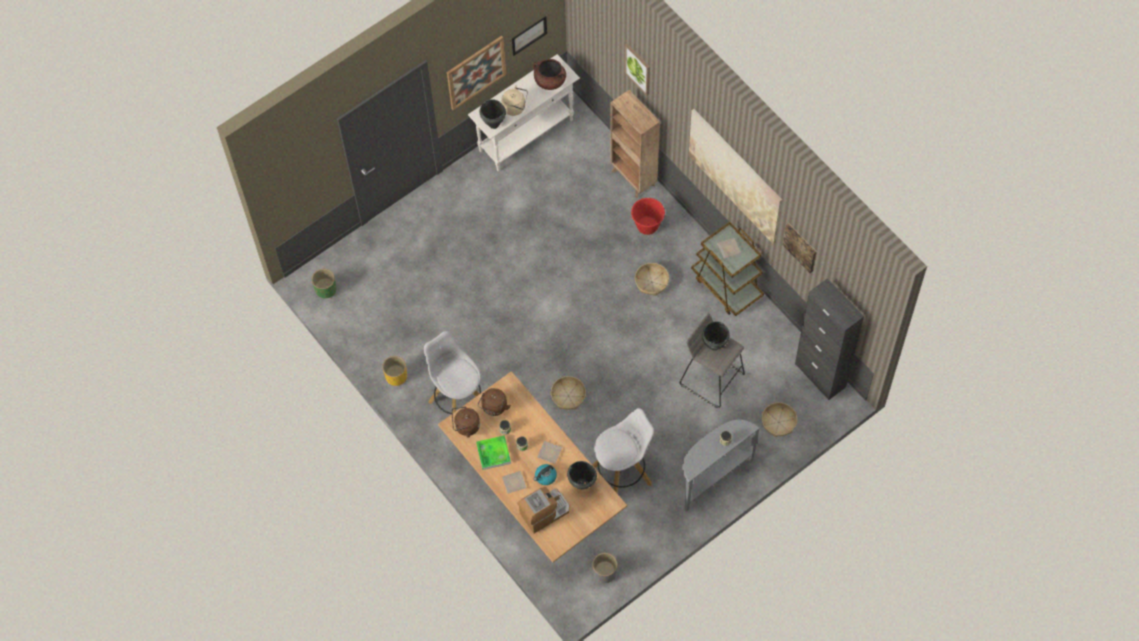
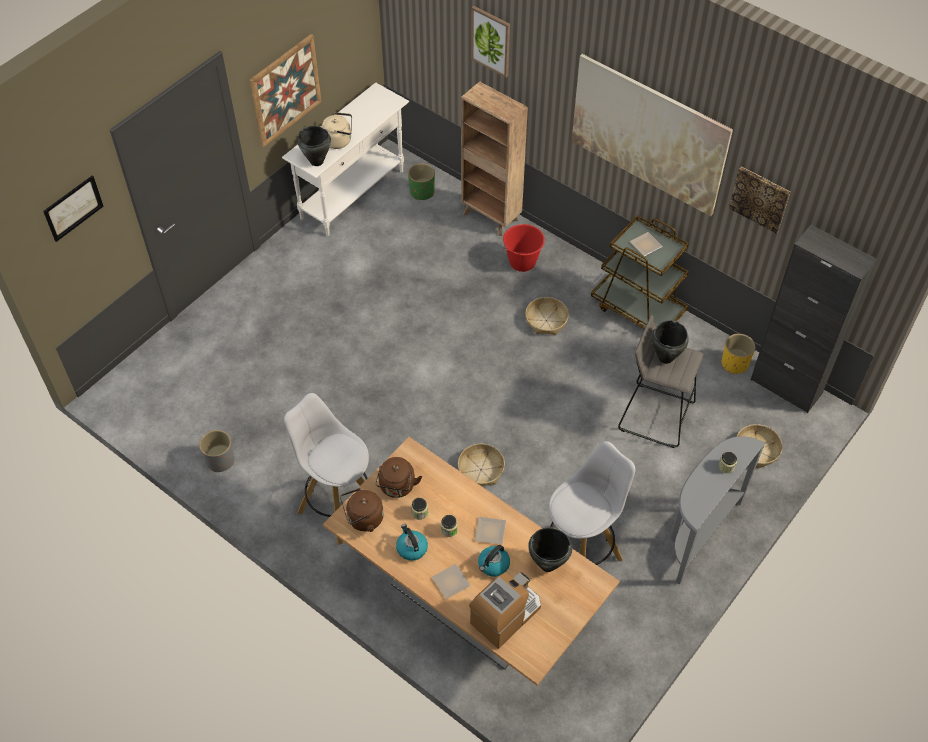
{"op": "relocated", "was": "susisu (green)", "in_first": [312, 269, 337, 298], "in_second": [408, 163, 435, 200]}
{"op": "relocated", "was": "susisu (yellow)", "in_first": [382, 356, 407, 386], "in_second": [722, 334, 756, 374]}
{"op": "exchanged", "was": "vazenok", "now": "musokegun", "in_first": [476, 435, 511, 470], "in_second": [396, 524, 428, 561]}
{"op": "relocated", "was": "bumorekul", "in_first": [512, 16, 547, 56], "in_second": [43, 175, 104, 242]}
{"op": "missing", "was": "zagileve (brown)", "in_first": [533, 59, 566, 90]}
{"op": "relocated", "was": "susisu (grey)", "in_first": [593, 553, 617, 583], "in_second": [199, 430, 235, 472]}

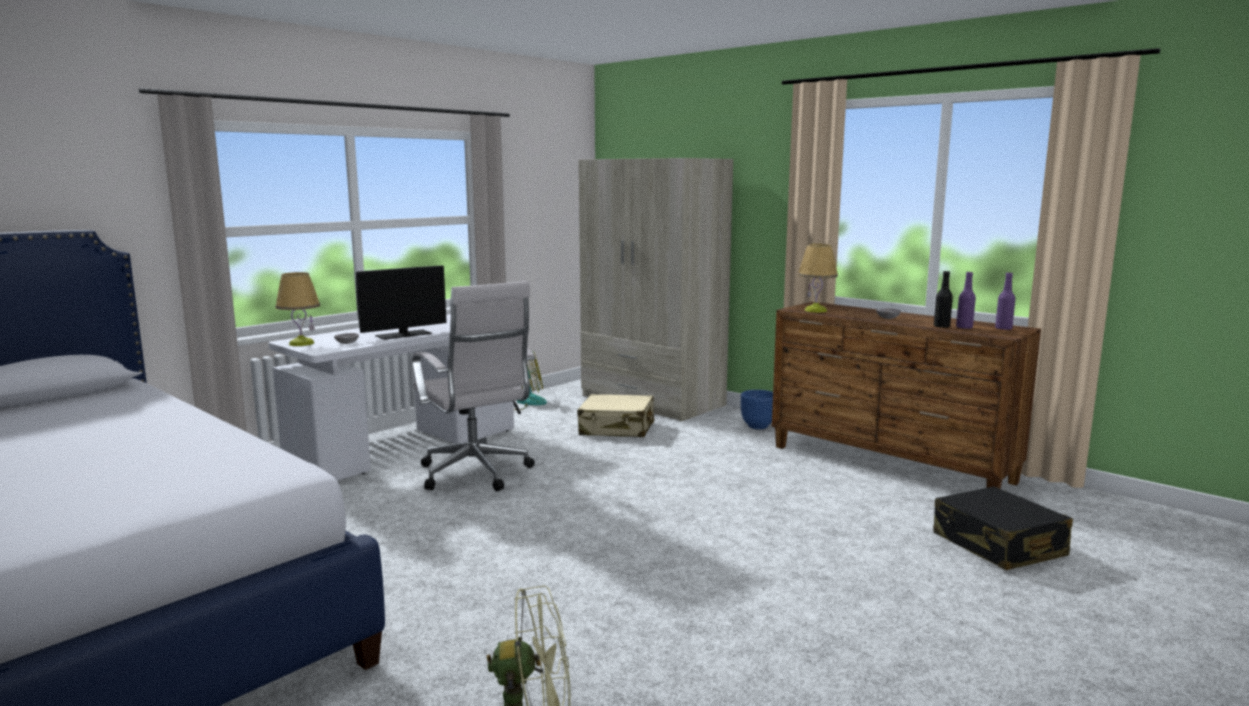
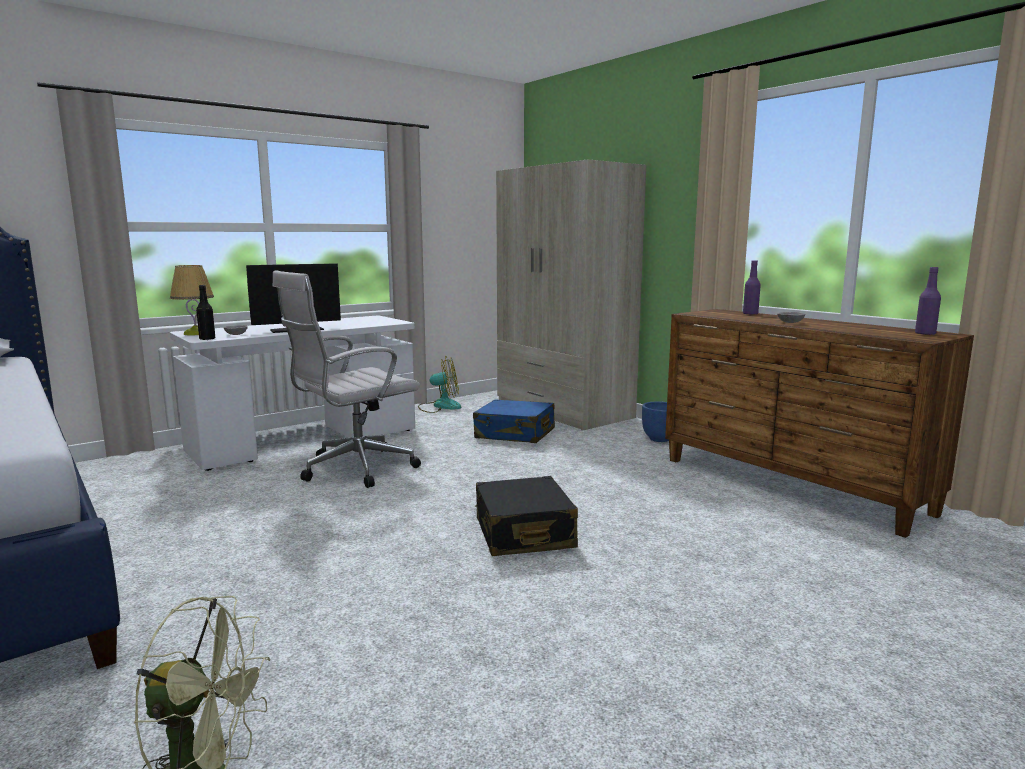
{"op": "spun", "was": "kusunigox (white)", "in_first": [412, 281, 536, 491], "in_second": [272, 270, 421, 488], "clockwise": 75}
{"op": "colour", "was": "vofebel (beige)", "now": "vofebel (blue)", "in_first": [577, 394, 654, 437], "in_second": [473, 399, 555, 443]}
{"op": "missing", "was": "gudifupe", "in_first": [798, 244, 838, 313]}
{"op": "relocated", "was": "vofebel (black)", "in_first": [933, 486, 1073, 570], "in_second": [475, 476, 578, 556]}
{"op": "relocated", "was": "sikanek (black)", "in_first": [934, 271, 953, 328], "in_second": [196, 285, 215, 340]}
{"op": "relocated", "was": "sikanek (purple)", "in_first": [956, 272, 976, 329], "in_second": [743, 260, 761, 315]}

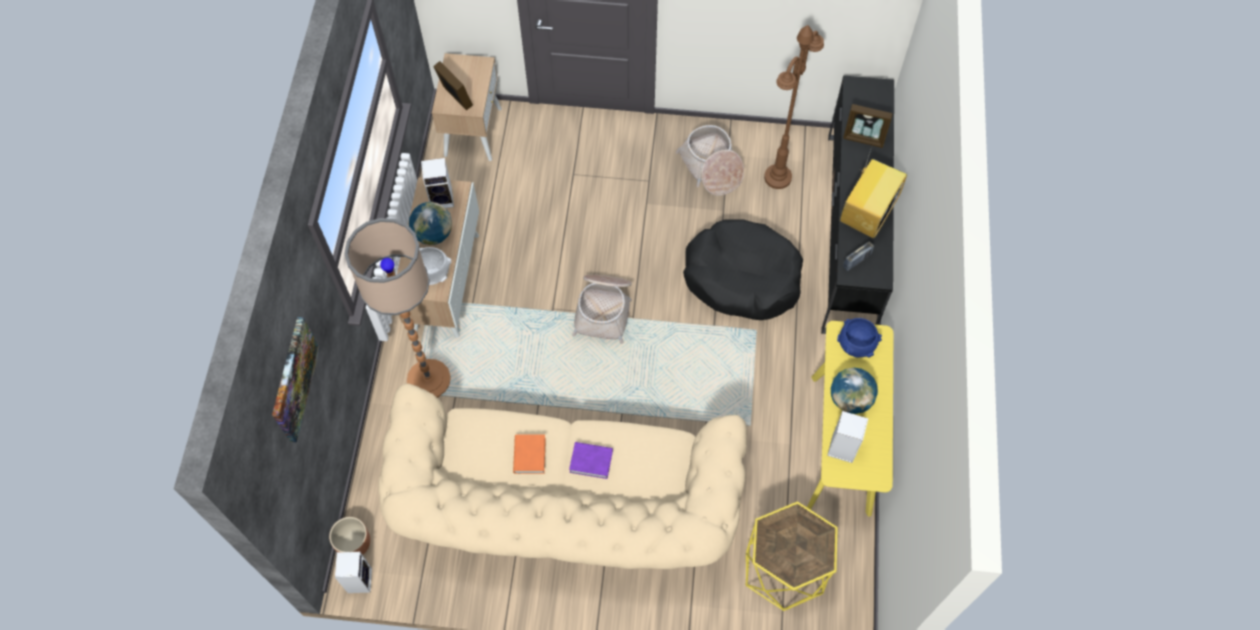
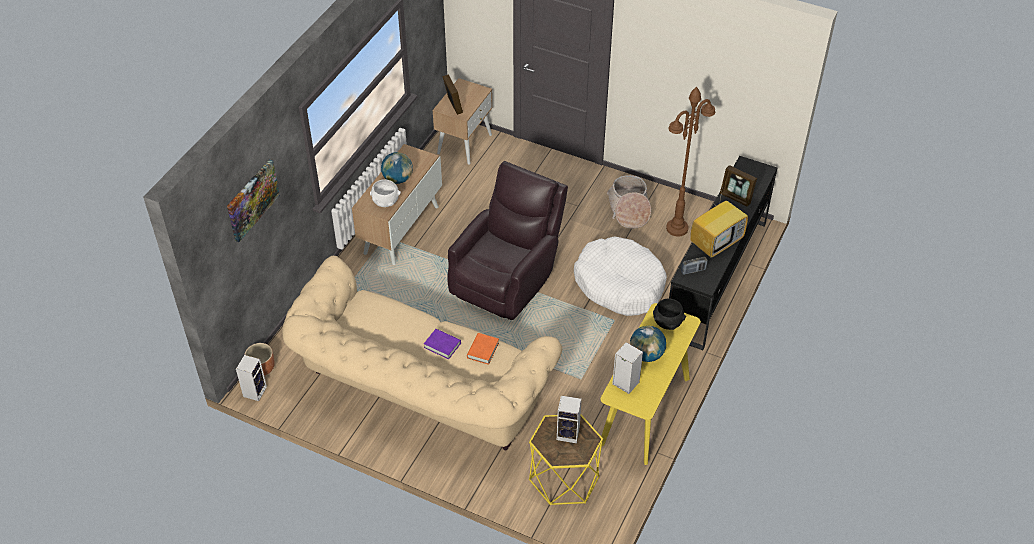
{"op": "missing", "was": "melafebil", "in_first": [345, 218, 451, 398]}
{"op": "relocated", "was": "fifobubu", "in_first": [421, 158, 454, 208], "in_second": [557, 395, 582, 443]}
{"op": "relocated", "was": "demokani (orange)", "in_first": [513, 435, 546, 474], "in_second": [467, 333, 499, 365]}
{"op": "exchanged", "was": "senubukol", "now": "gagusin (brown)", "in_first": [572, 275, 632, 344], "in_second": [447, 161, 568, 320]}
{"op": "colour", "was": "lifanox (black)", "now": "lifanox (white)", "in_first": [683, 220, 803, 320], "in_second": [574, 236, 667, 316]}
{"op": "colour", "was": "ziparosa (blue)", "now": "ziparosa (black)", "in_first": [837, 318, 882, 358], "in_second": [653, 298, 686, 330]}

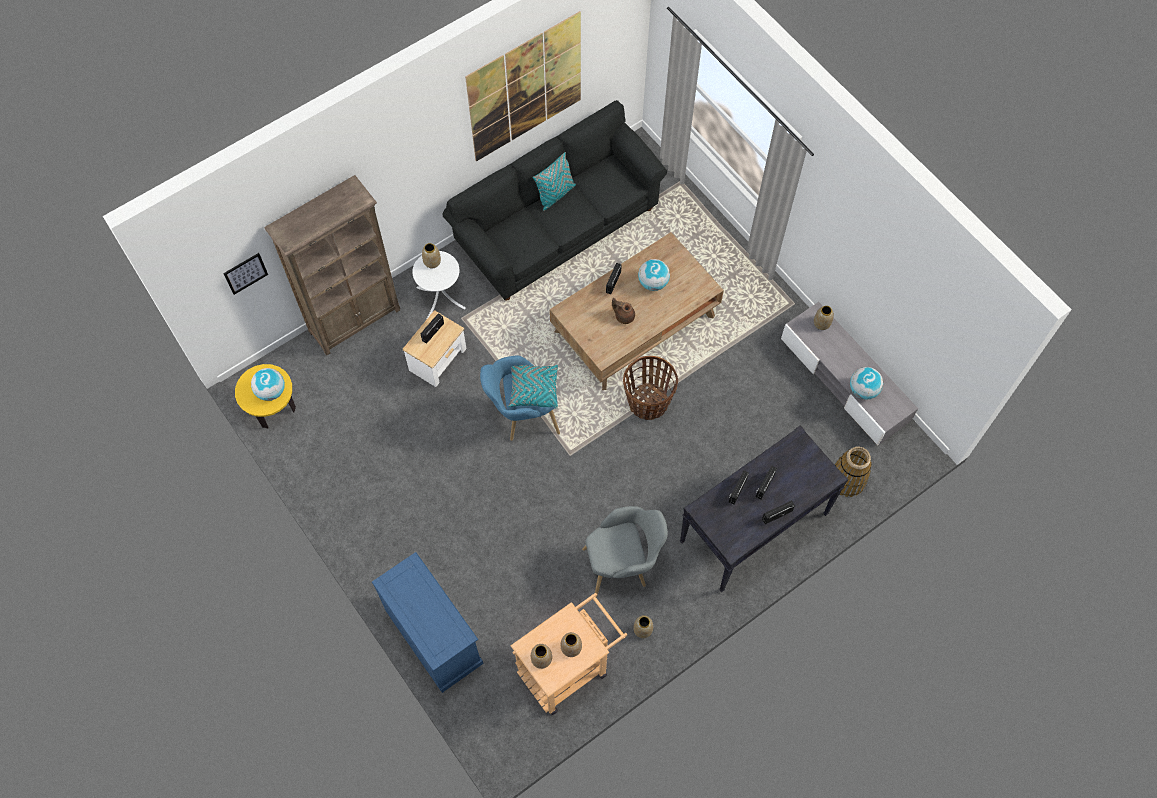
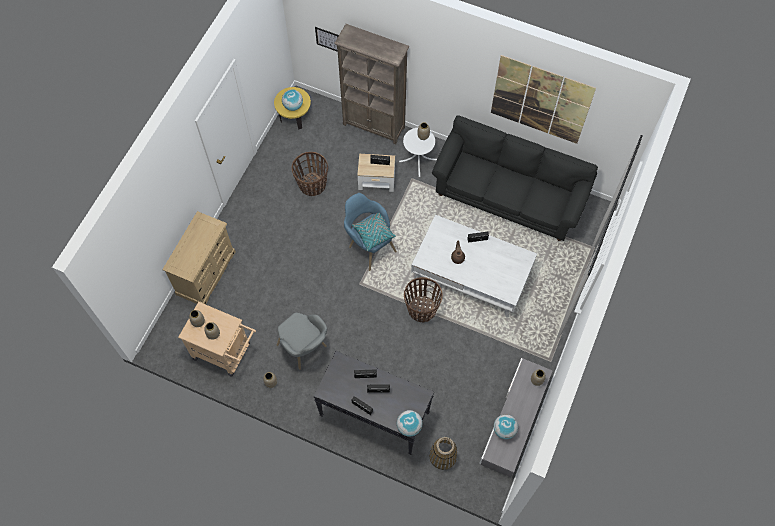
{"op": "colour", "was": "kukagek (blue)", "now": "kukagek (beige)", "in_first": [372, 552, 484, 693], "in_second": [162, 211, 236, 304]}
{"op": "missing", "was": "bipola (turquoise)", "in_first": [533, 152, 576, 211]}
{"op": "colour", "was": "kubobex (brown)", "now": "kubobex (white)", "in_first": [550, 232, 724, 390], "in_second": [411, 215, 537, 318]}
{"op": "relocated", "was": "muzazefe", "in_first": [638, 259, 670, 291], "in_second": [397, 410, 422, 437]}
{"op": "appeared", "now": "senubukol", "in_second": [291, 152, 328, 196]}

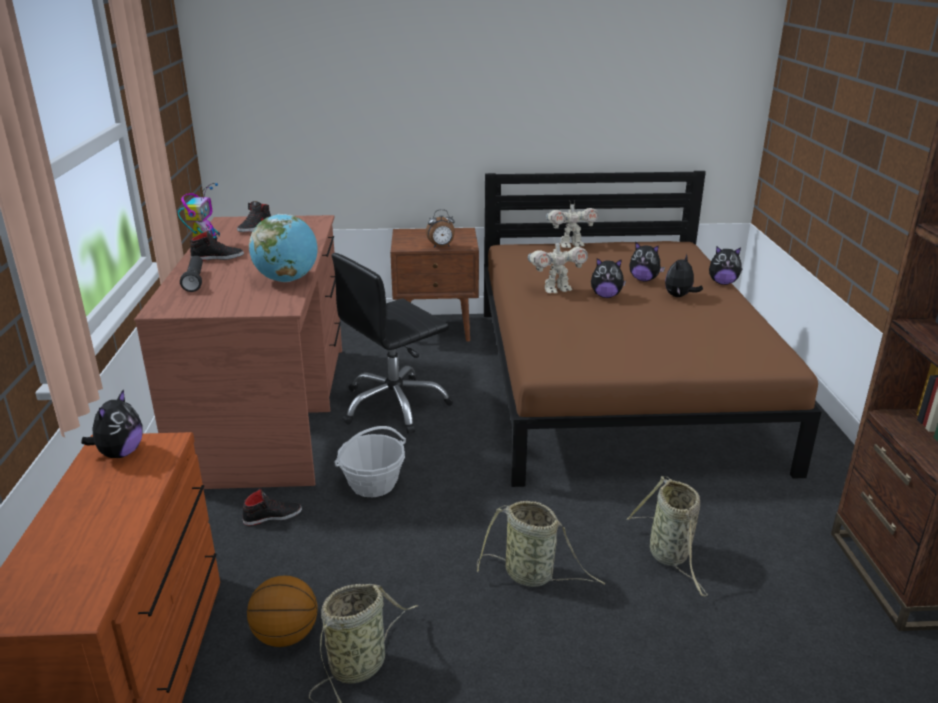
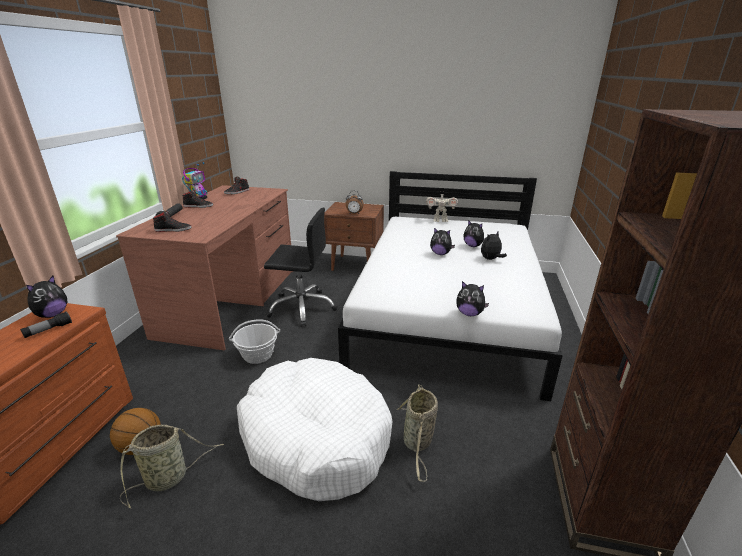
{"op": "relocated", "was": "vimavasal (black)", "in_first": [243, 488, 302, 526], "in_second": [153, 211, 192, 232]}
{"op": "missing", "was": "muzazefe", "in_first": [249, 214, 318, 282]}
{"op": "spun", "was": "kusunigox (black)", "in_first": [332, 253, 453, 434], "in_second": [264, 208, 338, 327], "clockwise": -150}
{"op": "exchanged", "was": "senubukol", "now": "lifanox (white)", "in_first": [476, 501, 605, 587], "in_second": [237, 358, 393, 501]}
{"op": "colour", "was": "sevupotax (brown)", "now": "sevupotax (white)", "in_first": [484, 171, 821, 487], "in_second": [338, 171, 563, 401]}
{"op": "missing", "was": "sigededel", "in_first": [528, 242, 588, 293]}
{"op": "relocated", "was": "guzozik", "in_first": [709, 246, 743, 285], "in_second": [456, 281, 489, 316]}
{"op": "appeared", "now": "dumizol", "in_second": [20, 311, 72, 338]}

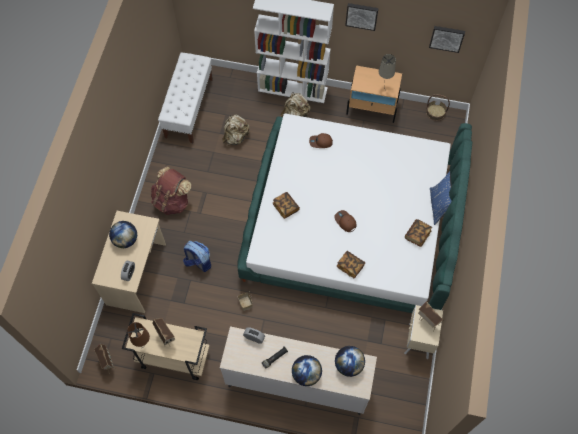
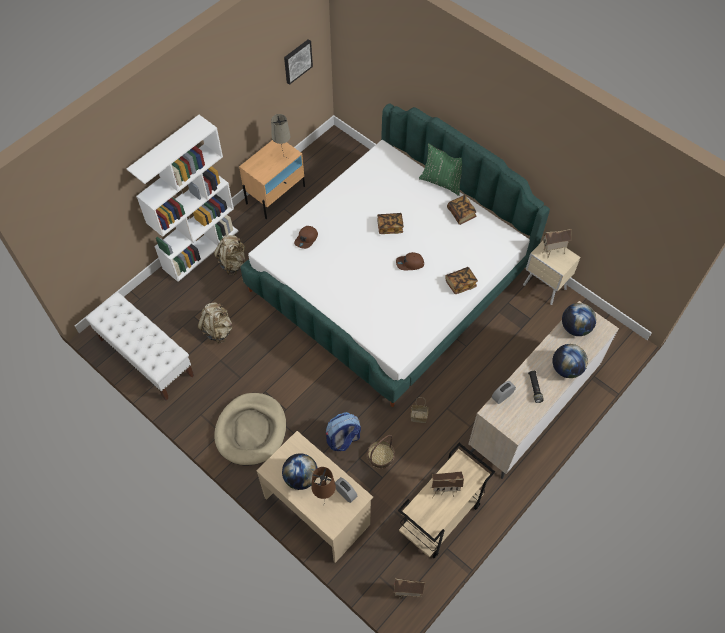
{"op": "relocated", "was": "gudifupe (brown)", "in_first": [127, 322, 150, 348], "in_second": [312, 467, 336, 507]}
{"op": "exchanged", "was": "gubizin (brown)", "now": "lifanox (beige)", "in_first": [151, 166, 191, 215], "in_second": [214, 393, 286, 465]}
{"op": "relocated", "was": "demokani", "in_first": [273, 192, 300, 219], "in_second": [377, 213, 404, 234]}
{"op": "missing", "was": "bumorekul", "in_first": [345, 3, 379, 31]}
{"op": "relocated", "was": "senubukol", "in_first": [426, 94, 450, 121], "in_second": [367, 435, 395, 469]}
{"op": "colour", "was": "bipola (blue)", "now": "bipola (green)", "in_first": [430, 171, 452, 225], "in_second": [419, 143, 462, 196]}

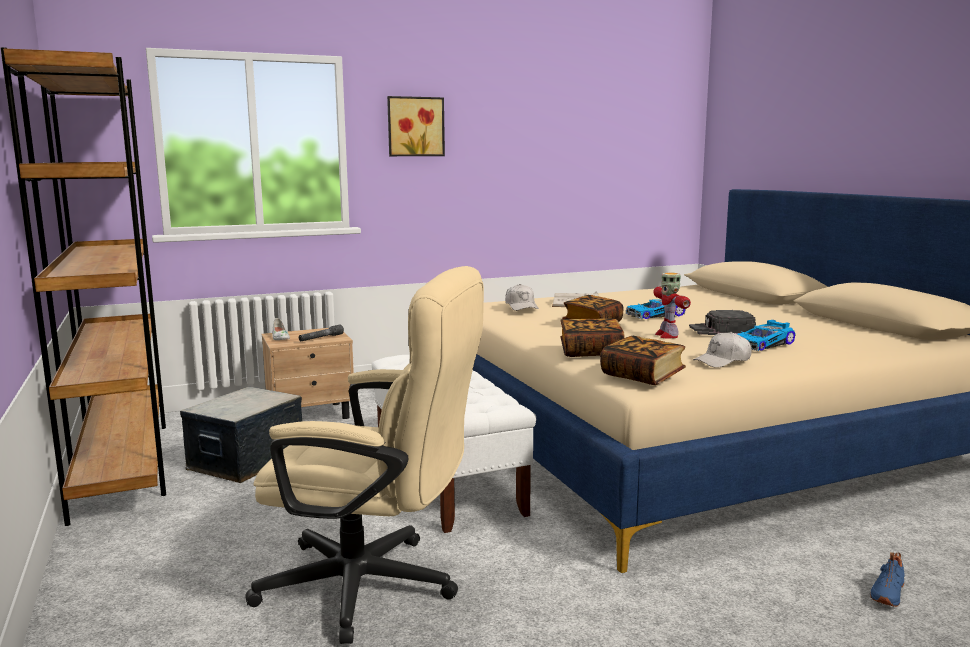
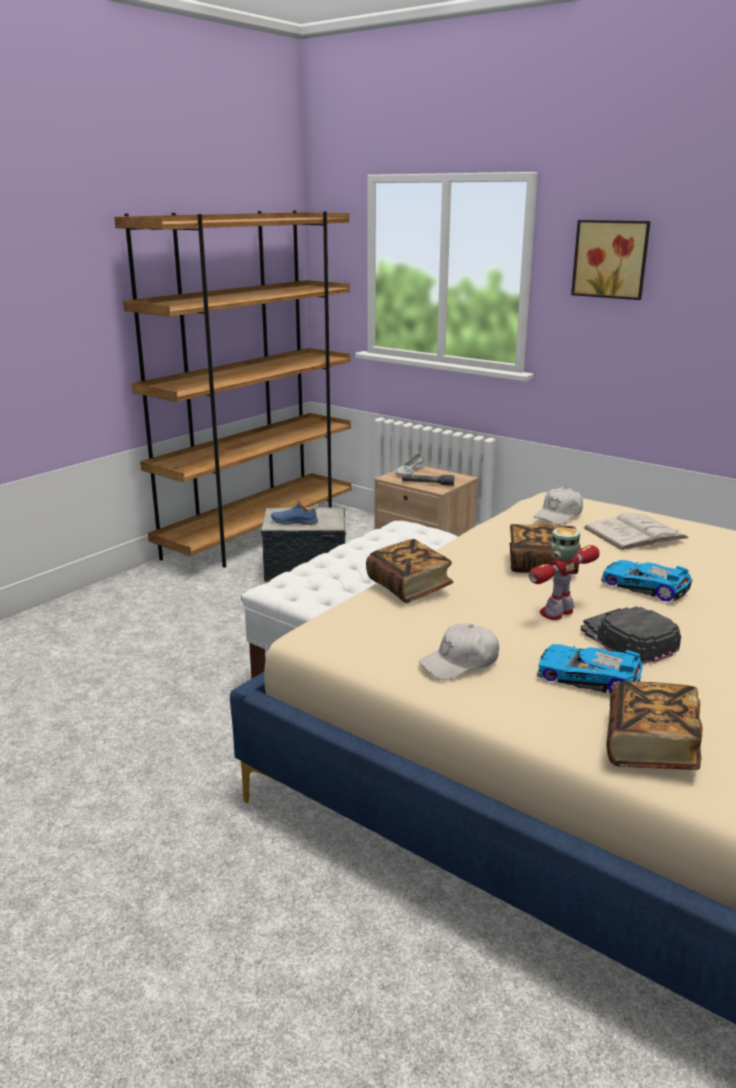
{"op": "missing", "was": "kusunigox (beige)", "in_first": [245, 266, 484, 644]}
{"op": "relocated", "was": "demokani", "in_first": [600, 336, 686, 385], "in_second": [606, 681, 703, 770]}
{"op": "spun", "was": "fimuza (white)", "in_first": [693, 332, 751, 368], "in_second": [419, 623, 499, 680], "clockwise": -60}
{"op": "relocated", "was": "vimavasal (blue)", "in_first": [870, 552, 905, 607], "in_second": [271, 498, 318, 525]}

